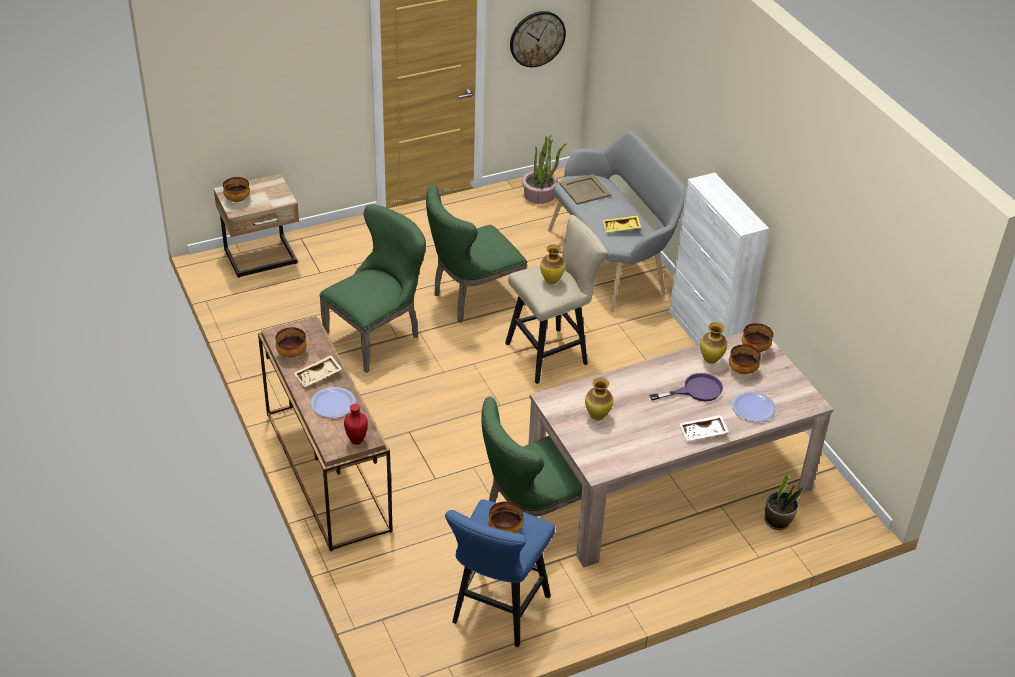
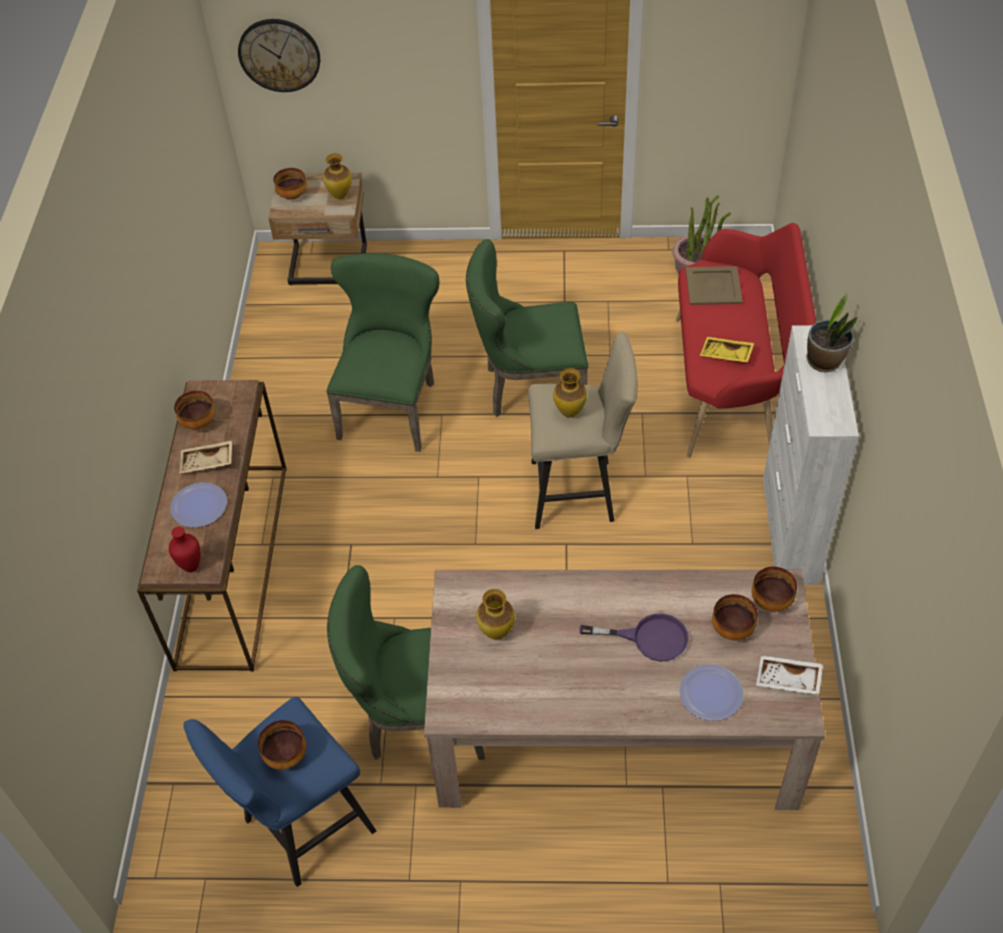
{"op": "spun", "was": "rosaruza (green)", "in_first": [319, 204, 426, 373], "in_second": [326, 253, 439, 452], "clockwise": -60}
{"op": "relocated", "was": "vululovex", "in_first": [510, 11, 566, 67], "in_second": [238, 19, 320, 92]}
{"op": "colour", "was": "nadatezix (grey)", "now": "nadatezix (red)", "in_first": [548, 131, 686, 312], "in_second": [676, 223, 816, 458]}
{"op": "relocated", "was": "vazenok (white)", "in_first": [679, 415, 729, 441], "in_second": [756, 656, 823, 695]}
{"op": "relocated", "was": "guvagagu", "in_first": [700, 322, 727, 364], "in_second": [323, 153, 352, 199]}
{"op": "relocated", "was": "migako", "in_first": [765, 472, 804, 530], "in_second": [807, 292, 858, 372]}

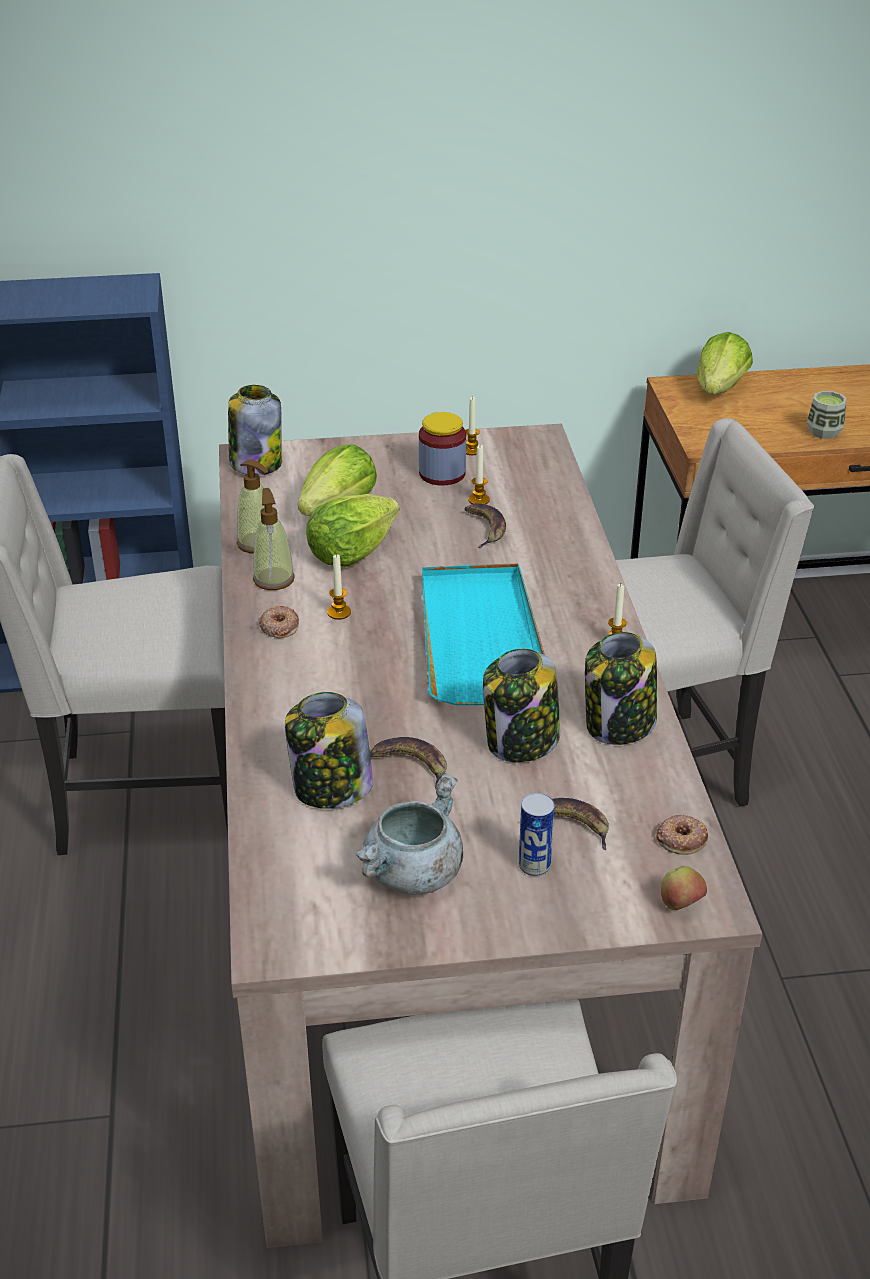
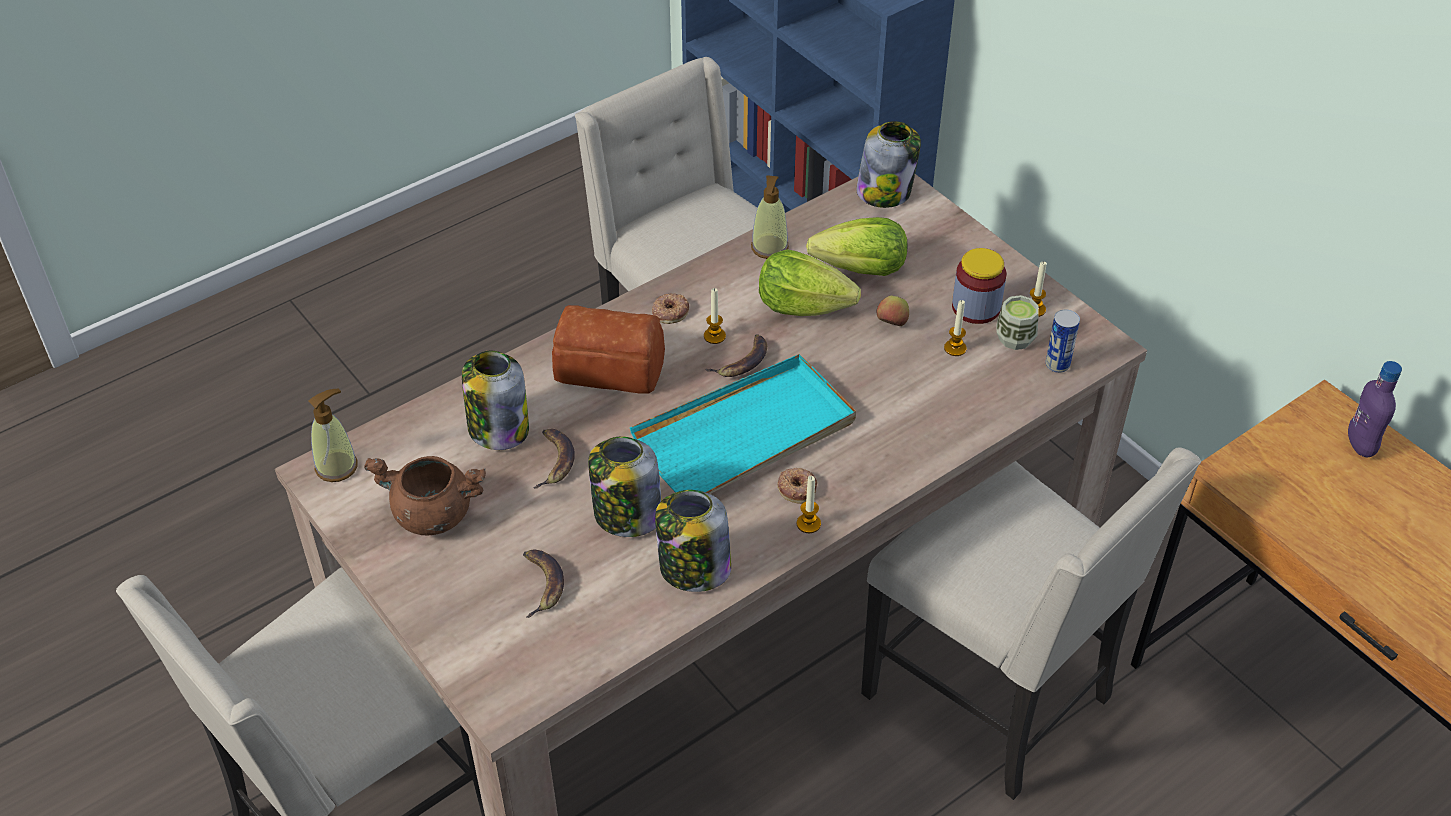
{"op": "relocated", "was": "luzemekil", "in_first": [253, 488, 295, 590], "in_second": [308, 389, 358, 482]}
{"op": "colour", "was": "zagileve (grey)", "now": "zagileve (brown)", "in_first": [354, 773, 463, 895], "in_second": [364, 456, 486, 535]}
{"op": "relocated", "was": "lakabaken", "in_first": [464, 503, 506, 548], "in_second": [706, 334, 767, 377]}
{"op": "relocated", "was": "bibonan", "in_first": [519, 793, 555, 876], "in_second": [1045, 310, 1080, 373]}
{"op": "relocated", "was": "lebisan", "in_first": [656, 815, 708, 855], "in_second": [777, 468, 818, 504]}
{"op": "relocated", "was": "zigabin", "in_first": [661, 866, 707, 910], "in_second": [876, 296, 909, 326]}
{"op": "exchanged", "was": "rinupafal", "now": "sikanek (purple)", "in_first": [697, 332, 753, 395], "in_second": [1348, 361, 1402, 457]}
{"op": "relocated", "was": "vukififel", "in_first": [807, 391, 846, 439], "in_second": [996, 295, 1039, 350]}
{"op": "appeared", "now": "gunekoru", "in_second": [552, 305, 665, 394]}

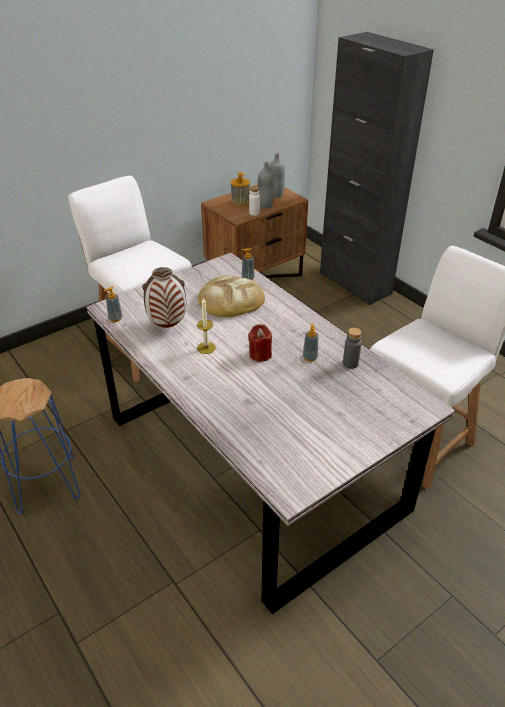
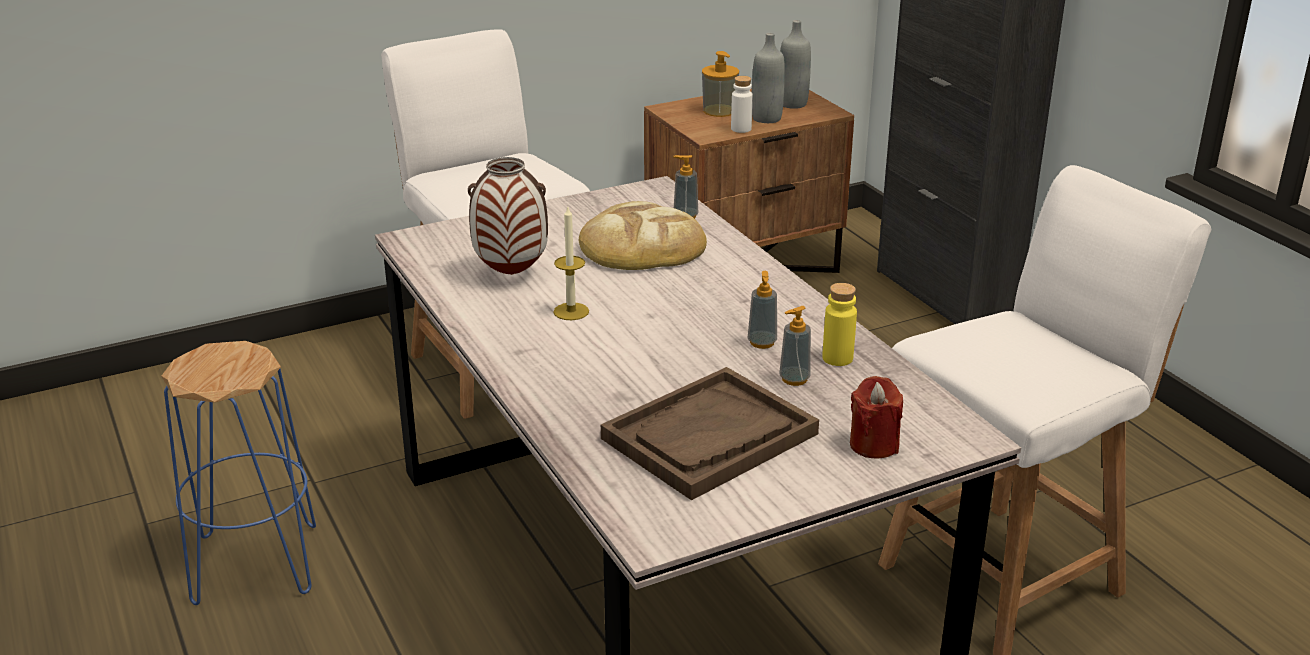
{"op": "relocated", "was": "luzemekil", "in_first": [104, 286, 122, 322], "in_second": [779, 306, 811, 386]}
{"op": "relocated", "was": "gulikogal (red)", "in_first": [248, 324, 272, 362], "in_second": [850, 376, 903, 458]}
{"op": "colour", "was": "sikanek (grey)", "now": "sikanek (yellow)", "in_first": [343, 328, 362, 369], "in_second": [822, 283, 857, 366]}
{"op": "appeared", "now": "vazenok (brown)", "in_second": [601, 367, 819, 500]}

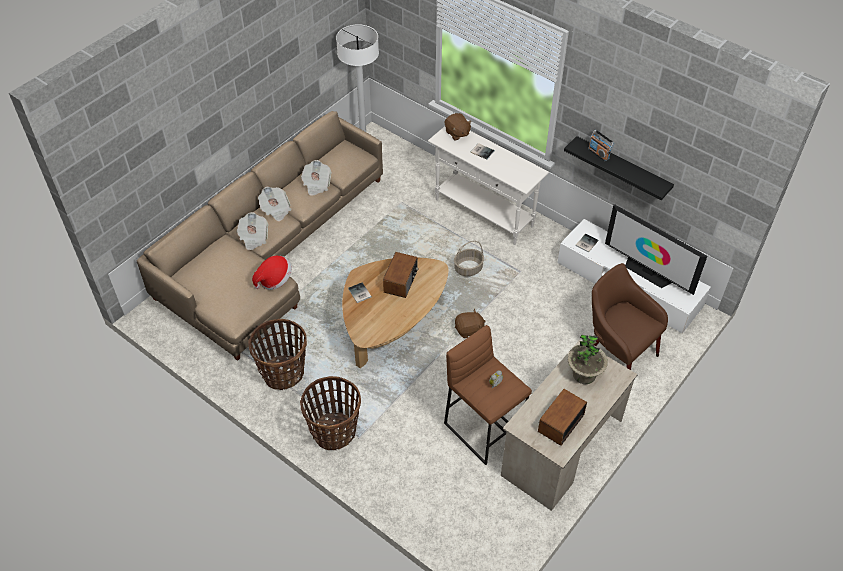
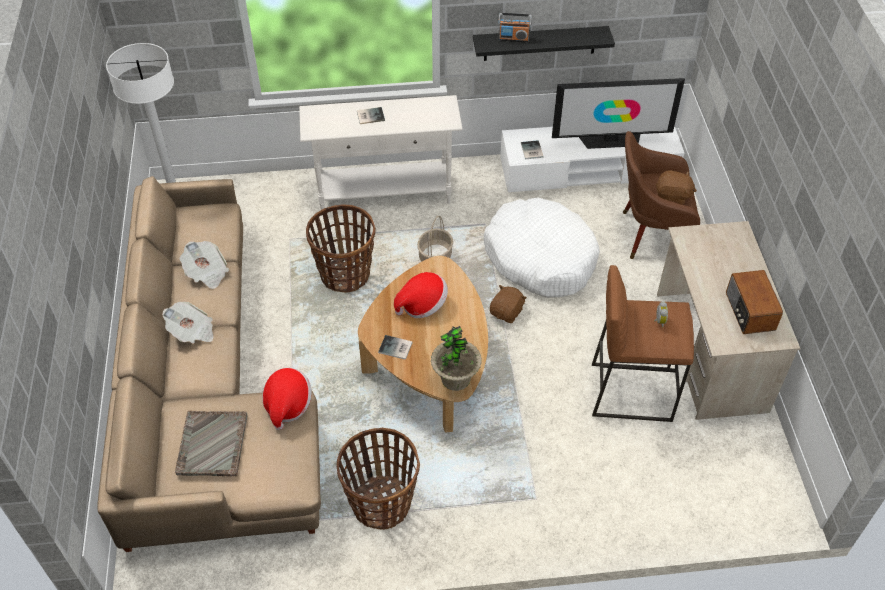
{"op": "missing", "was": "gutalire", "in_first": [237, 212, 268, 250]}
{"op": "relocated", "was": "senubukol", "in_first": [300, 376, 361, 450], "in_second": [306, 204, 376, 292]}
{"op": "exchanged", "was": "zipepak", "now": "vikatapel", "in_first": [383, 252, 419, 298], "in_second": [394, 272, 448, 318]}
{"op": "relocated", "was": "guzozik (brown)", "in_first": [445, 113, 472, 140], "in_second": [656, 170, 697, 205]}
{"op": "relocated", "was": "migako", "in_first": [568, 335, 608, 384], "in_second": [431, 326, 482, 391]}
{"op": "appeared", "now": "vazenok (grey)", "in_second": [175, 411, 248, 476]}
{"op": "appeared", "now": "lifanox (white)", "in_second": [484, 198, 600, 298]}

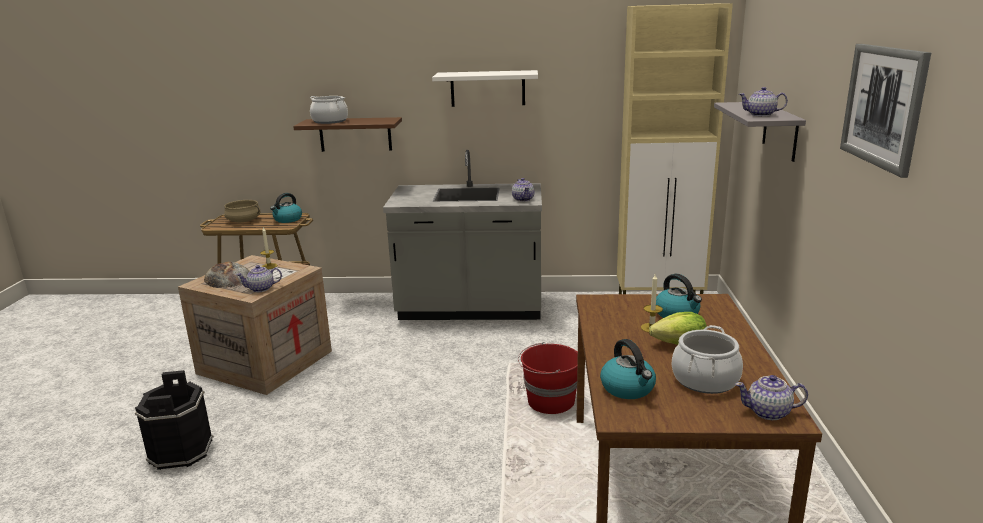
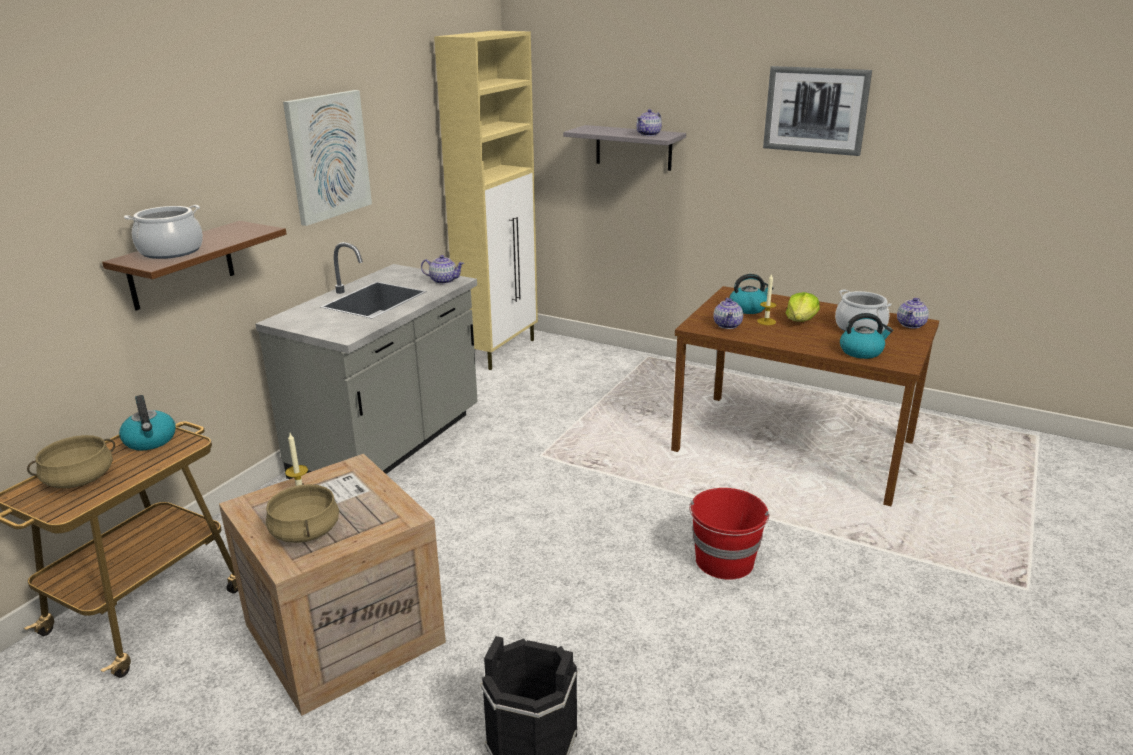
{"op": "exchanged", "was": "gunekoru", "now": "zagileve (beige)", "in_first": [204, 261, 250, 288], "in_second": [266, 484, 339, 543]}
{"op": "relocated", "was": "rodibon", "in_first": [236, 265, 282, 292], "in_second": [713, 298, 743, 329]}
{"op": "exchanged", "was": "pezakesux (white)", "now": "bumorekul", "in_first": [432, 70, 538, 107], "in_second": [283, 90, 372, 226]}
{"op": "relocated", "was": "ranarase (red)", "in_first": [518, 342, 578, 414], "in_second": [689, 488, 769, 580]}

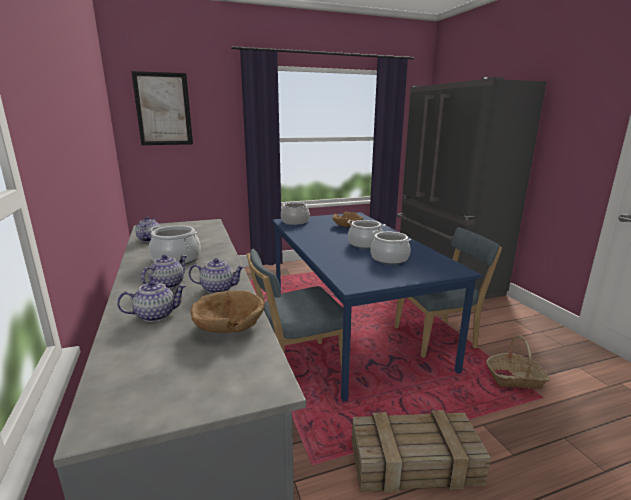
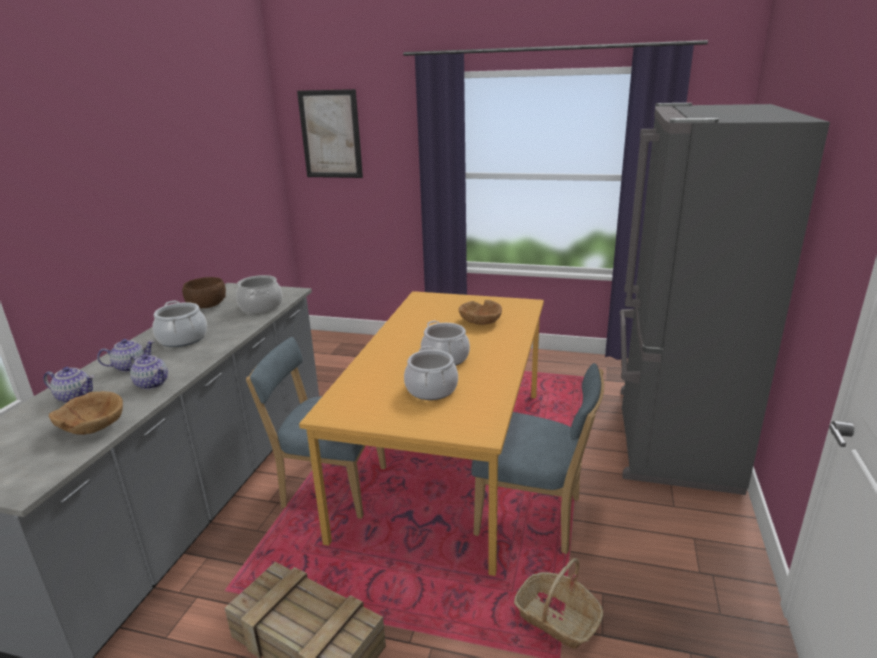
{"op": "exchanged", "was": "rodibon", "now": "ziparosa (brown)", "in_first": [135, 217, 161, 242], "in_second": [182, 277, 226, 308]}
{"op": "colour", "was": "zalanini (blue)", "now": "zalanini (orange)", "in_first": [272, 212, 481, 402], "in_second": [299, 291, 544, 576]}
{"op": "relocated", "was": "zagileve", "in_first": [281, 202, 310, 225], "in_second": [236, 275, 283, 313]}

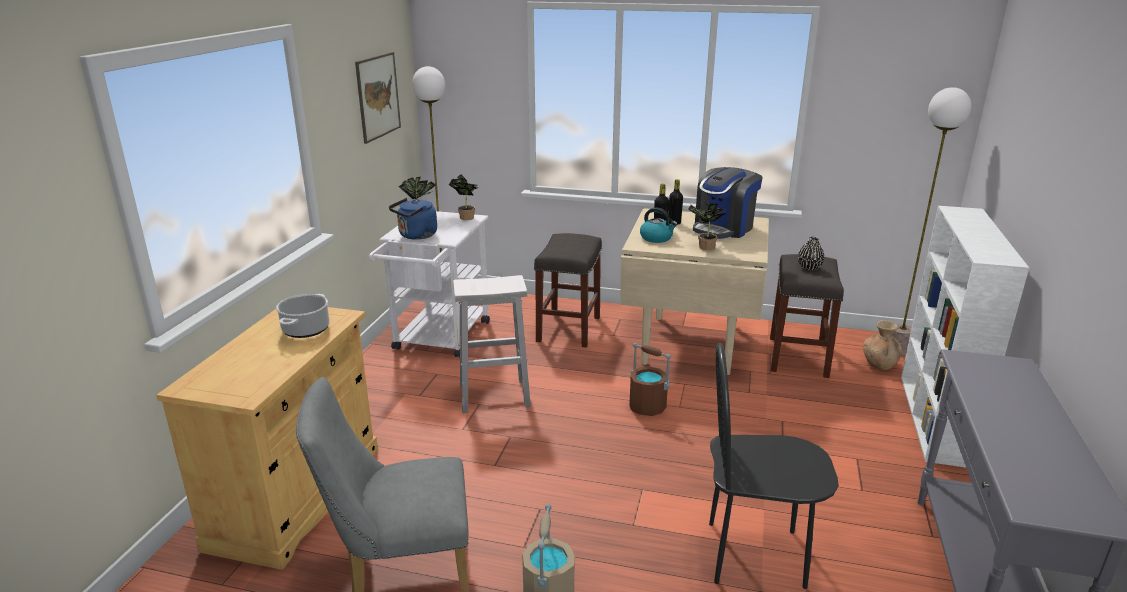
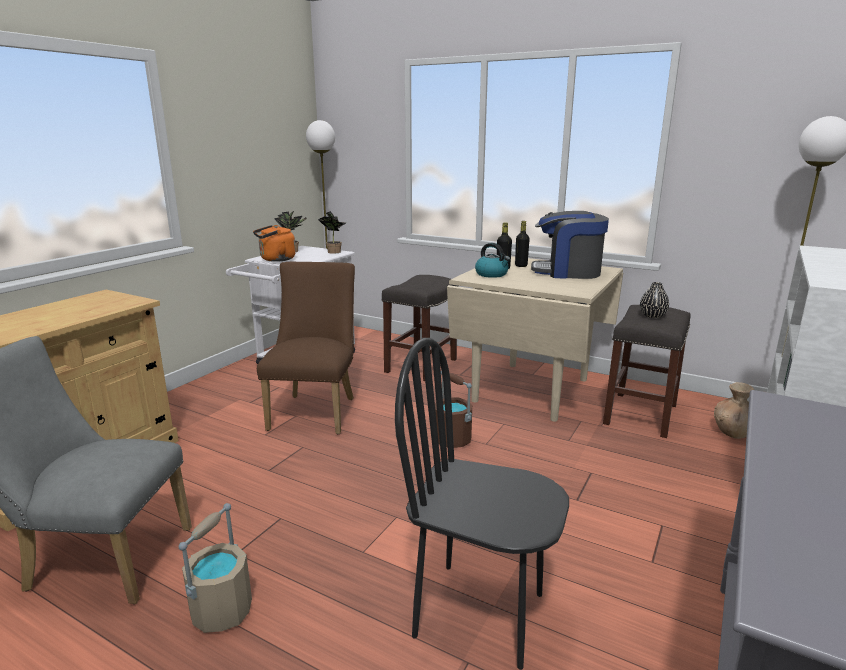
{"op": "missing", "was": "zagileve", "in_first": [276, 294, 329, 338]}
{"op": "missing", "was": "bumorekul", "in_first": [355, 52, 401, 144]}
{"op": "colour", "was": "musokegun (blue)", "now": "musokegun (orange)", "in_first": [389, 198, 437, 240], "in_second": [253, 225, 296, 262]}
{"op": "exchanged", "was": "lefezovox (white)", "now": "rosaruza (brown)", "in_first": [453, 275, 531, 413], "in_second": [257, 262, 355, 434]}
{"op": "missing", "was": "migako", "in_first": [688, 201, 728, 250]}
{"op": "spun", "was": "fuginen", "in_first": [693, 167, 763, 239], "in_second": [531, 211, 609, 279], "clockwise": 45}

